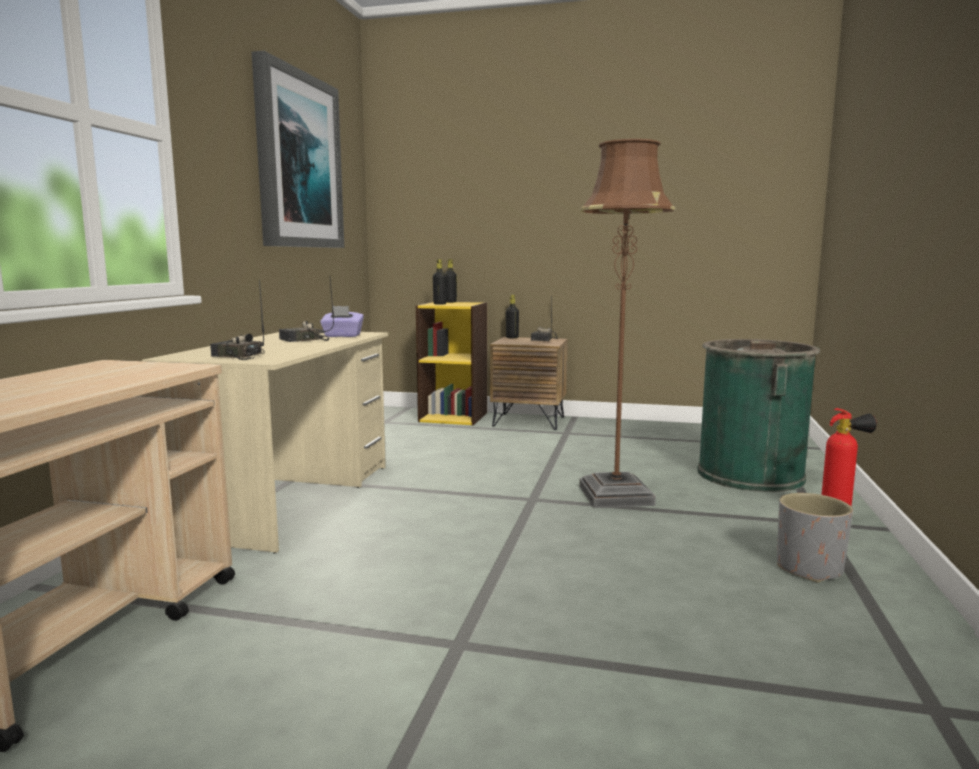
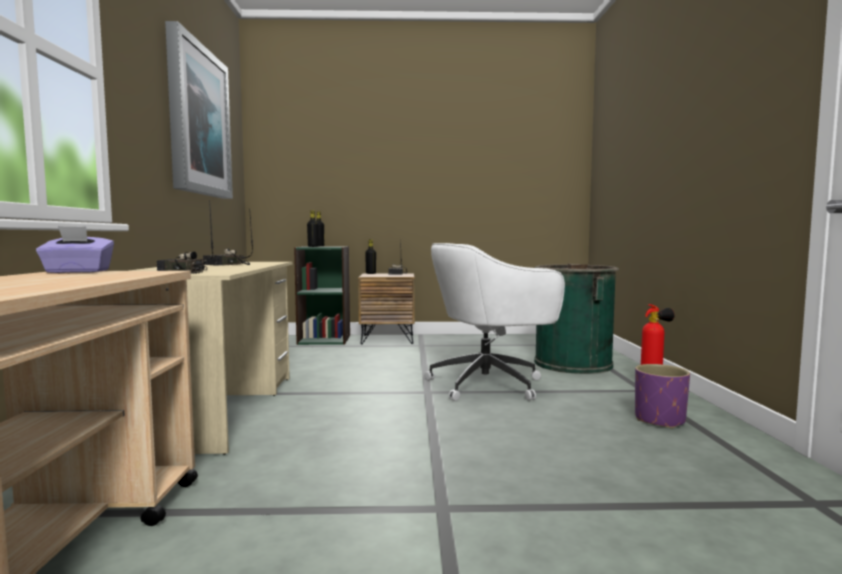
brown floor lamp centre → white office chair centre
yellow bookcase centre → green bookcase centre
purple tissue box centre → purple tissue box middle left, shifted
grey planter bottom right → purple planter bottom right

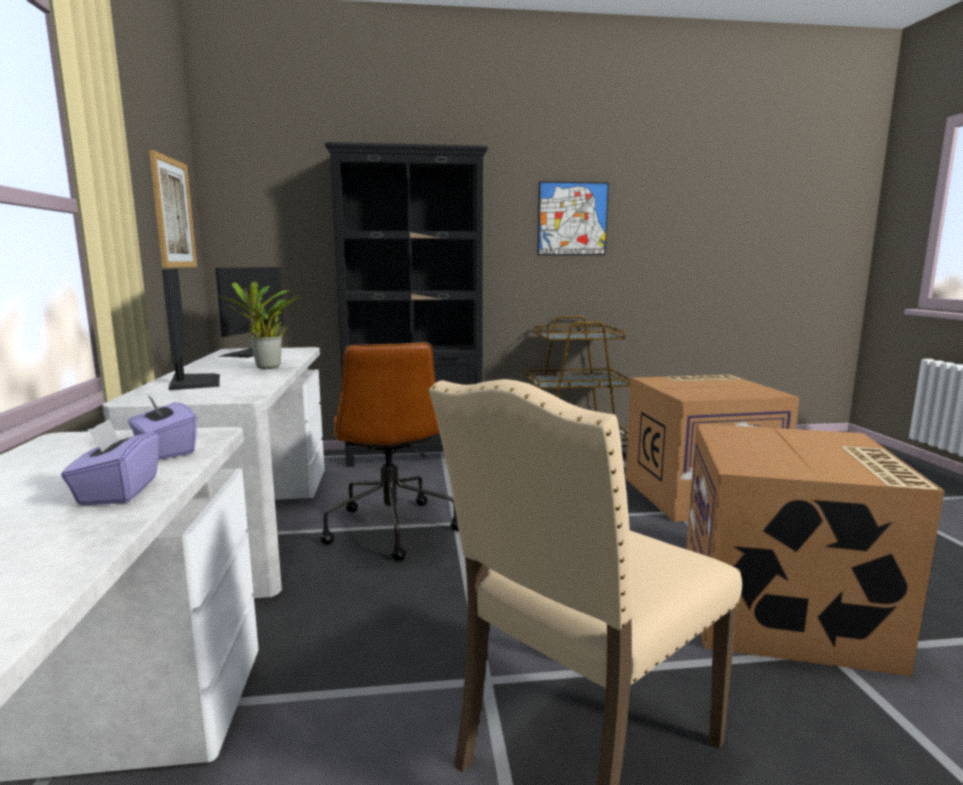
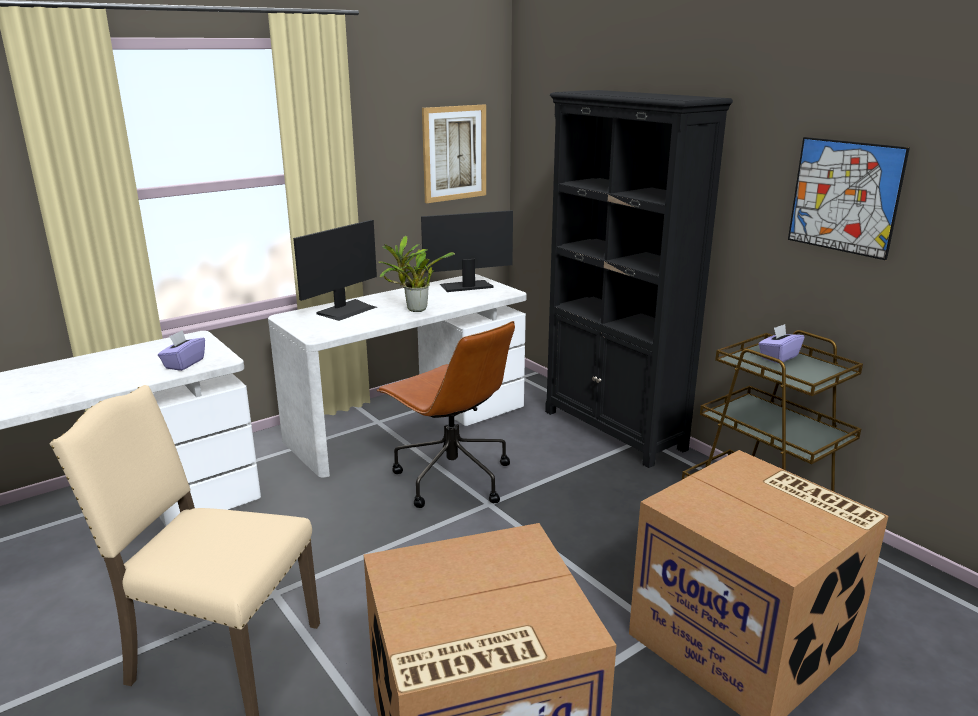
brown office chair centre, 90 degrees counterclockwise
purple tissue box (no. 1 from left in the first image) middle left → purple tissue box (no. 2 from left) middle right, shifted

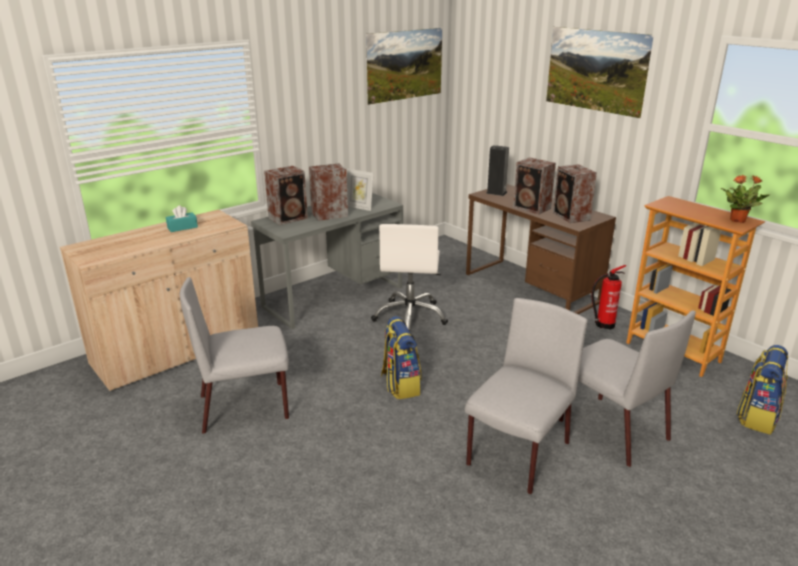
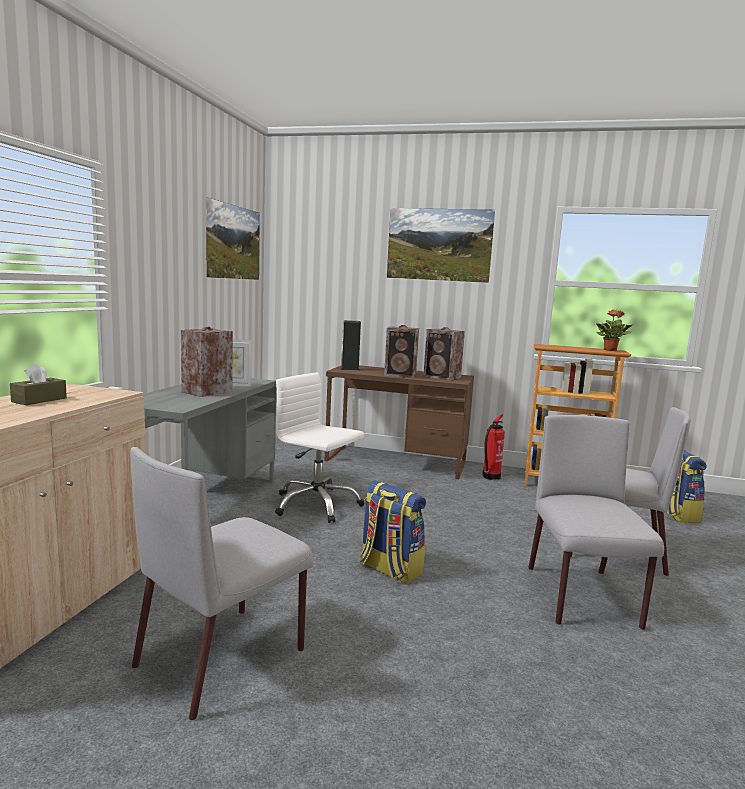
speaker (no. 1 from left) centre → -
turquoise tissue box middle left → brown tissue box middle left
white office chair centre, 150 degrees clockwise

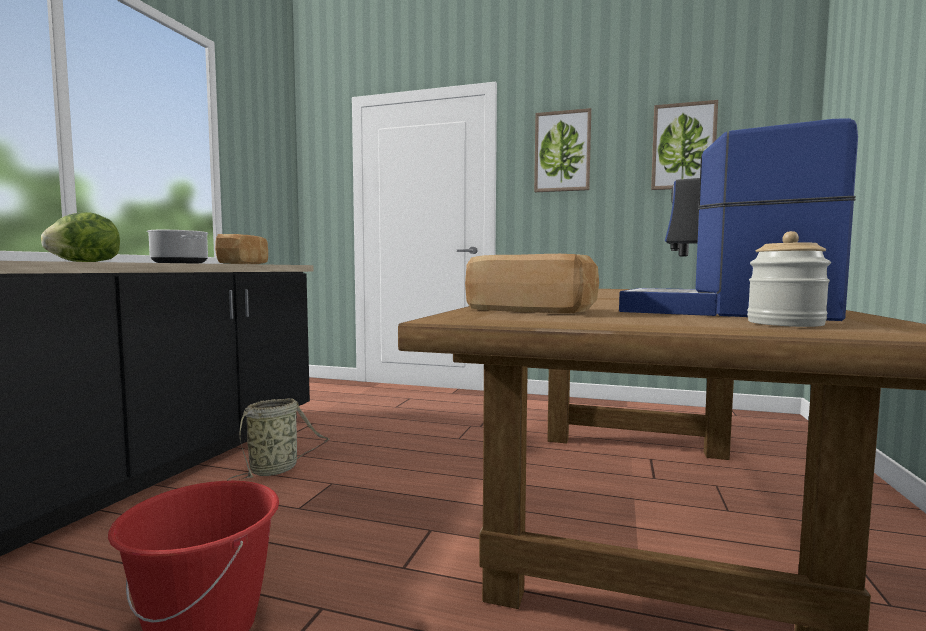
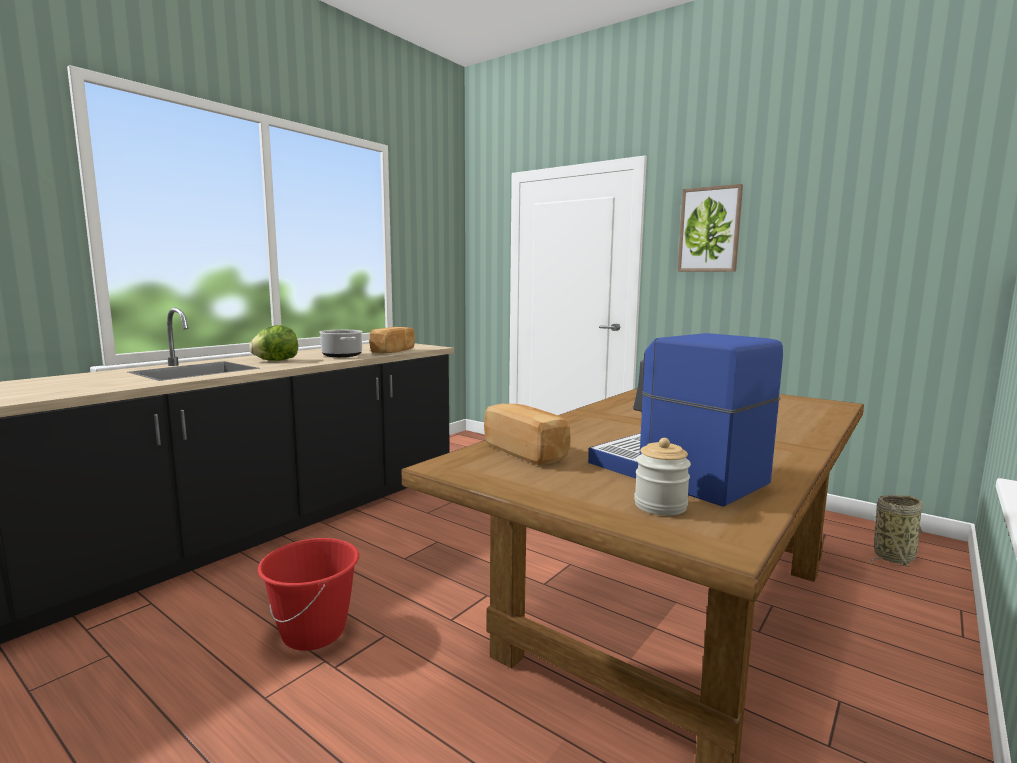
picture (no. 2 from left) top right → -
basket bottom left → basket bottom right, shifted

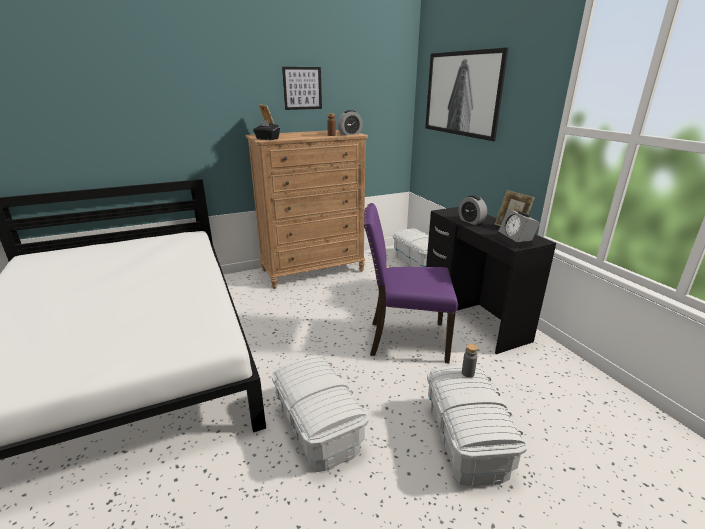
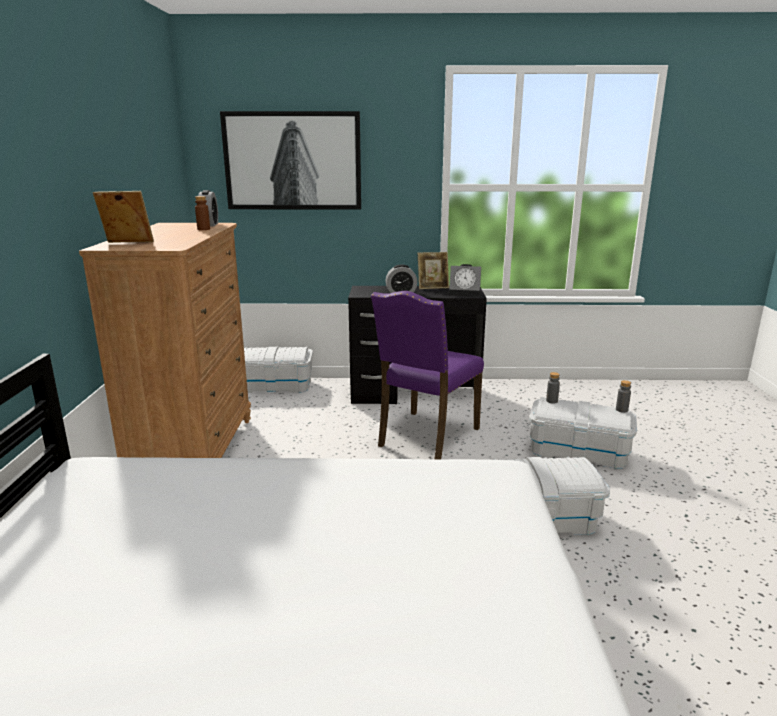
picture (no. 1 from left) top centre → -
black tissue box top centre → -
- → grey bottle (no. 2 from left) middle right

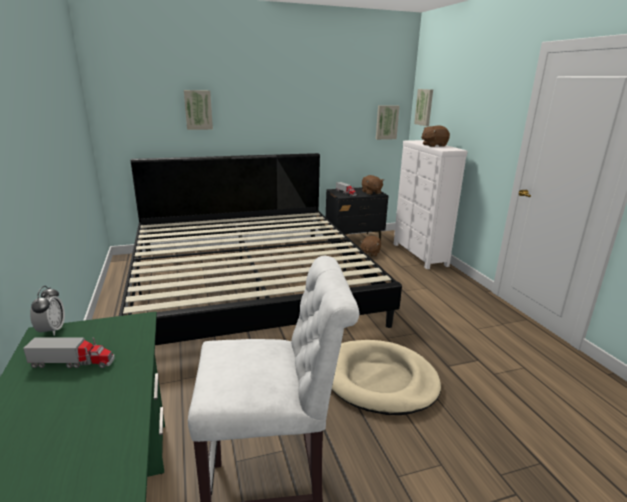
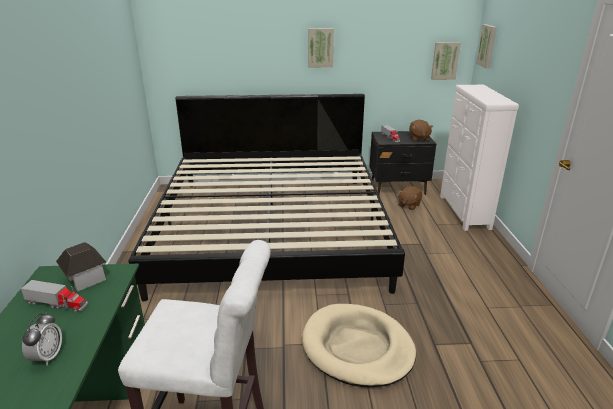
picture (no. 1 from left) top left → picture (no. 1 from left) top centre, shifted
brown plush toy (no. 3 from left) top right → -
alarm clock middle left → alarm clock bottom left, shifted
- → toy house middle left

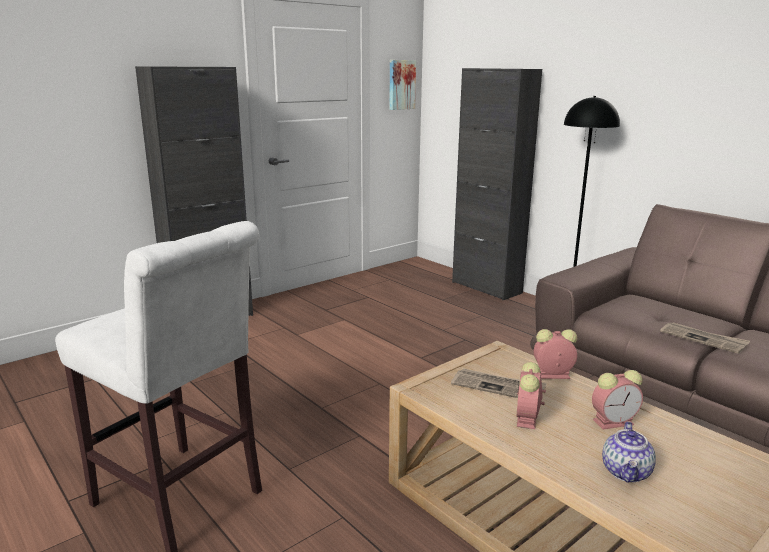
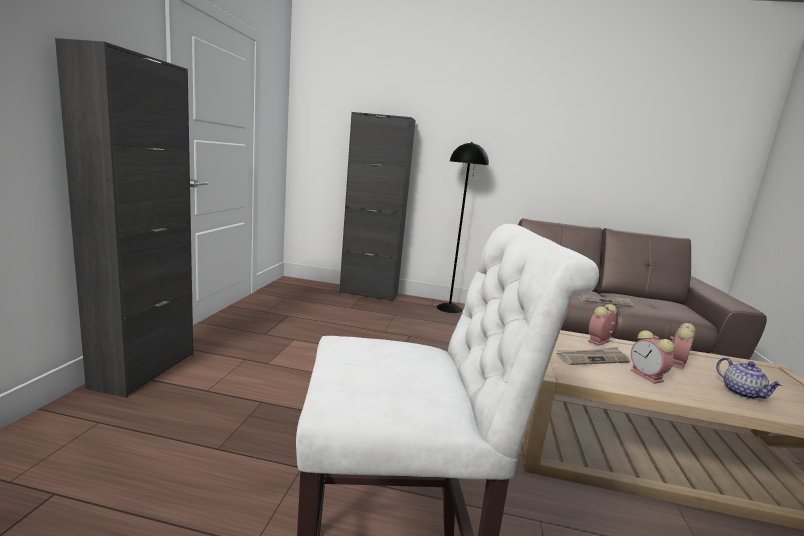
picture top centre → -

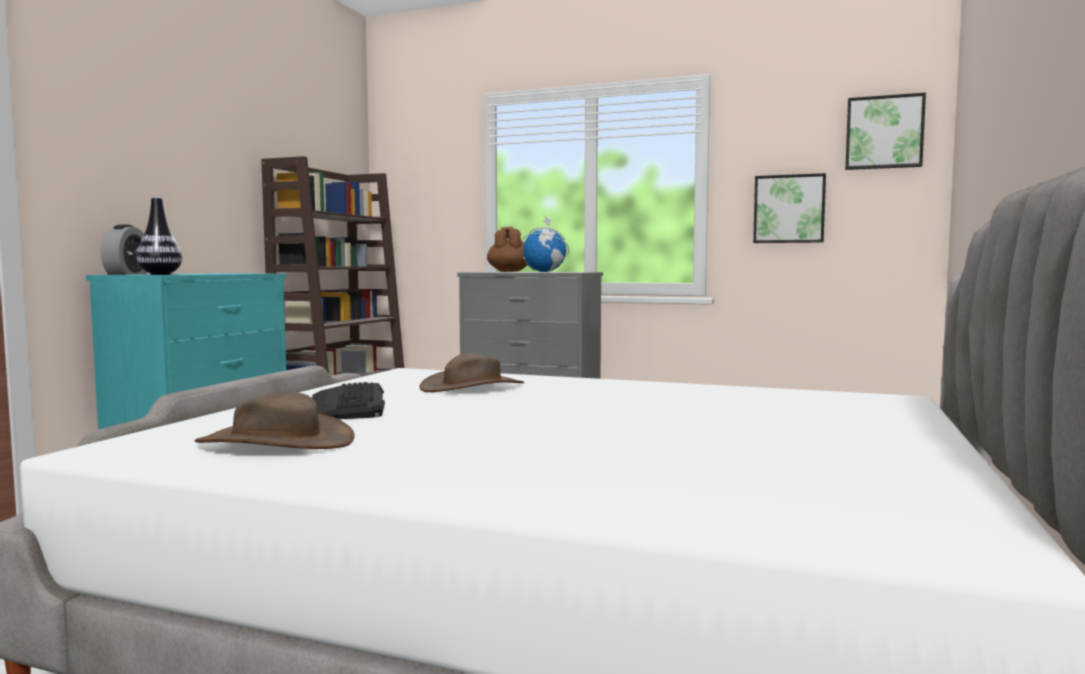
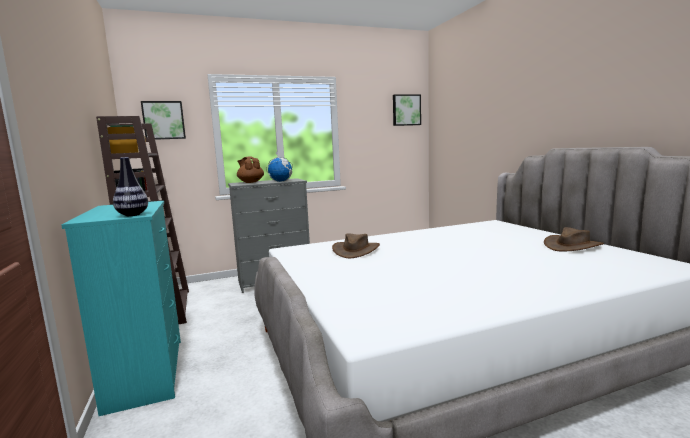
picture (no. 1 from left) top right → picture (no. 1 from left) top left, shifted
alarm clock middle left → -
keyboard middle left → -
brown hat (no. 1 from left in the first image) middle left → brown hat (no. 2 from left) middle right, shifted

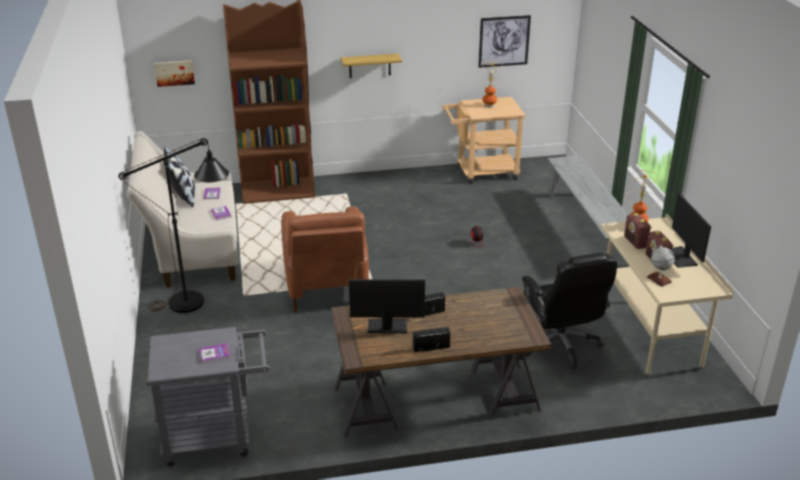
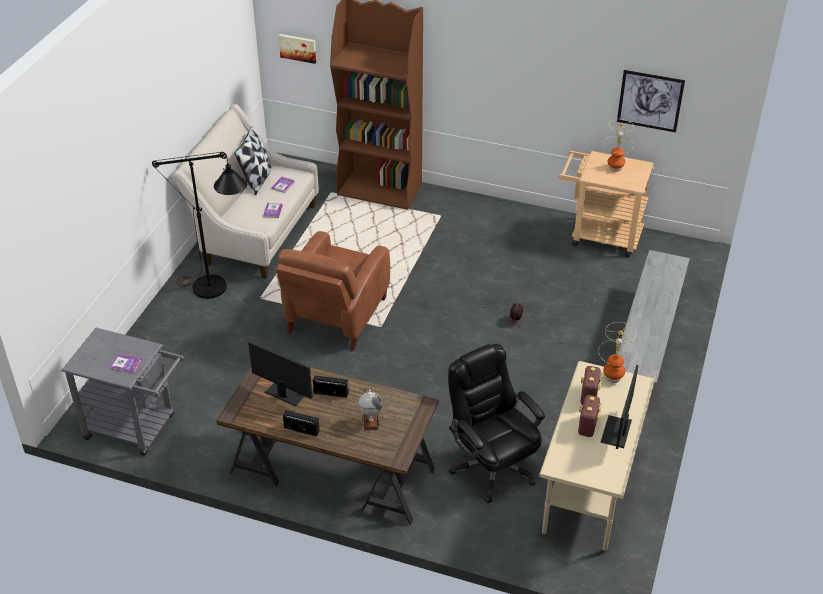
shelf top centre → -
globe middle right → globe bottom centre, shifted
black office chair middle right → black office chair bottom centre, 135 degrees clockwise

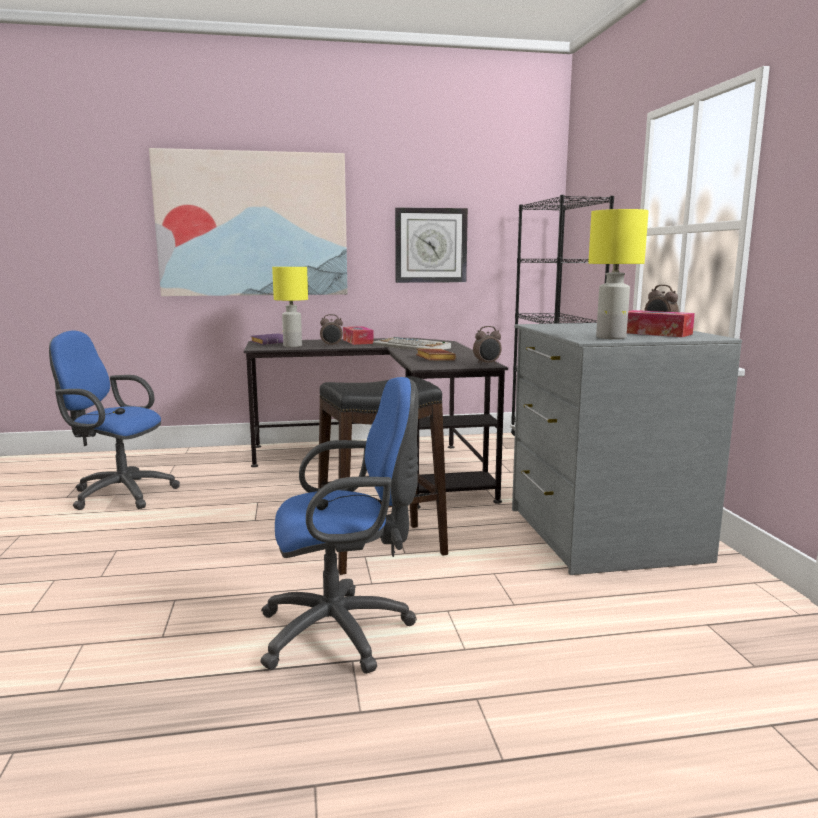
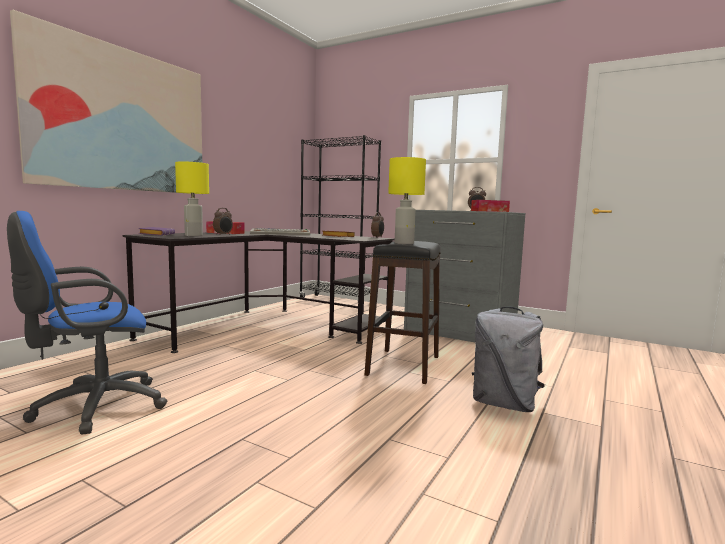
wall clock top centre → -
yellow table lamp (no. 2 from left) middle right → yellow table lamp (no. 2 from left) centre, shifted
blue office chair (no. 2 from left) centre → grey backpack middle right

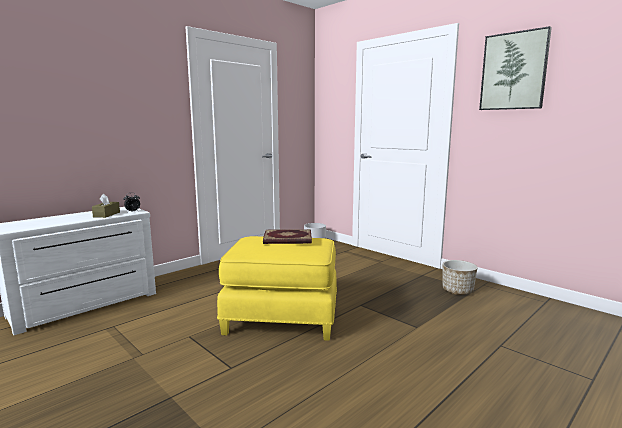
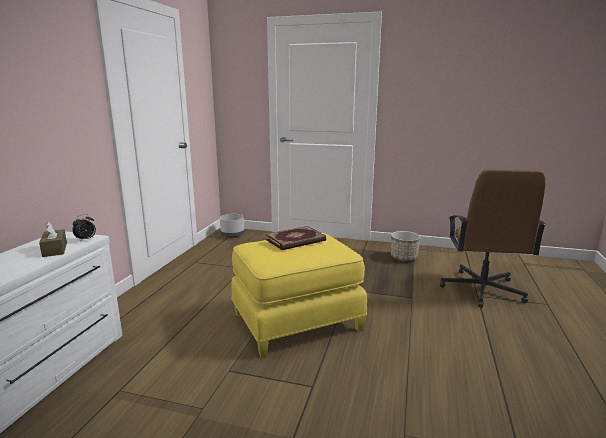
picture top right → -
- → brown office chair middle right

